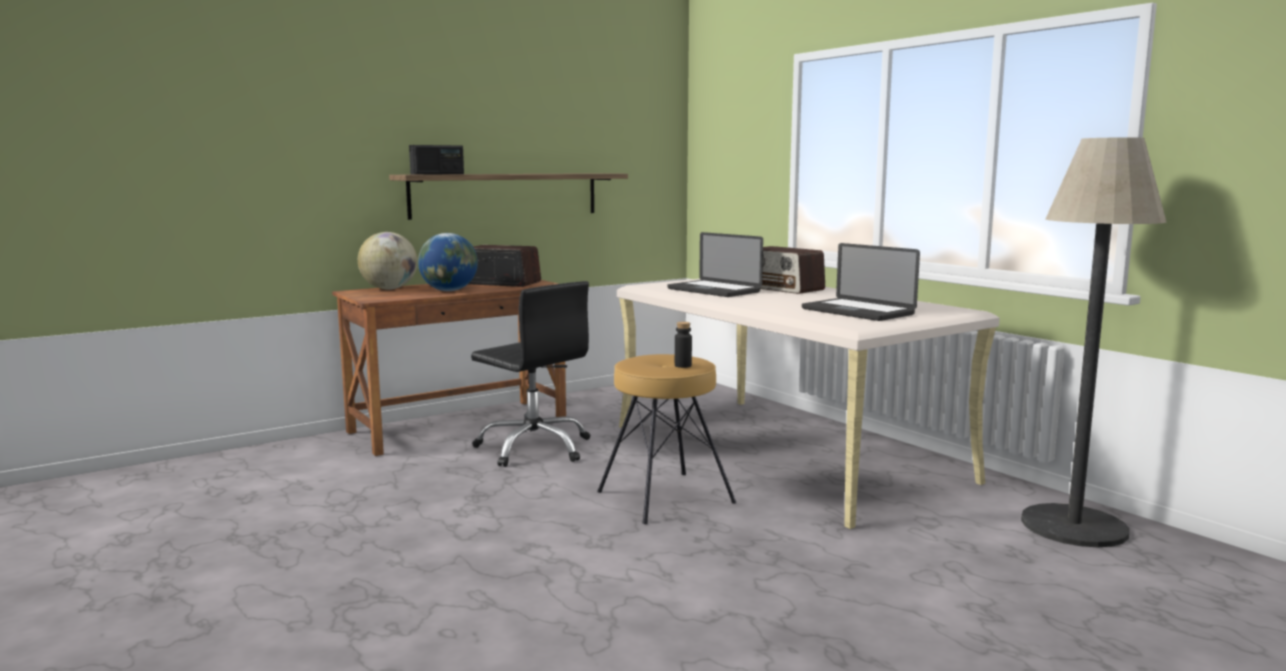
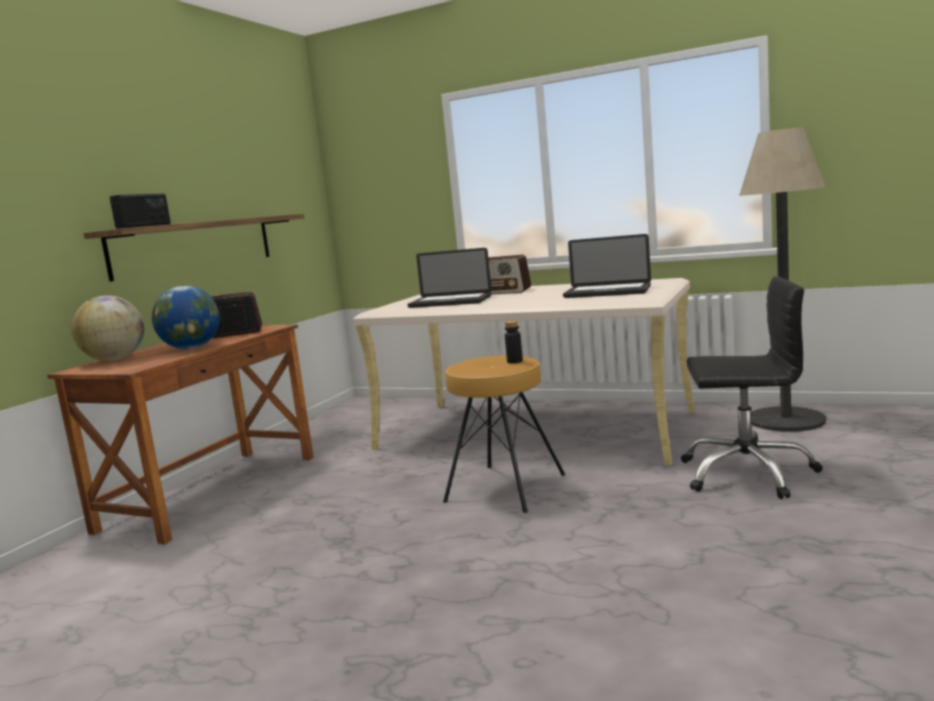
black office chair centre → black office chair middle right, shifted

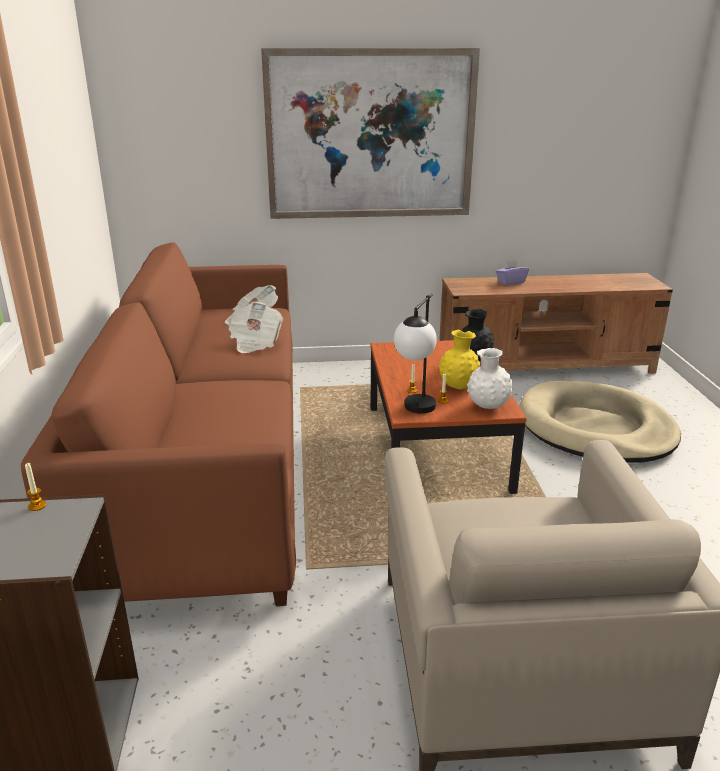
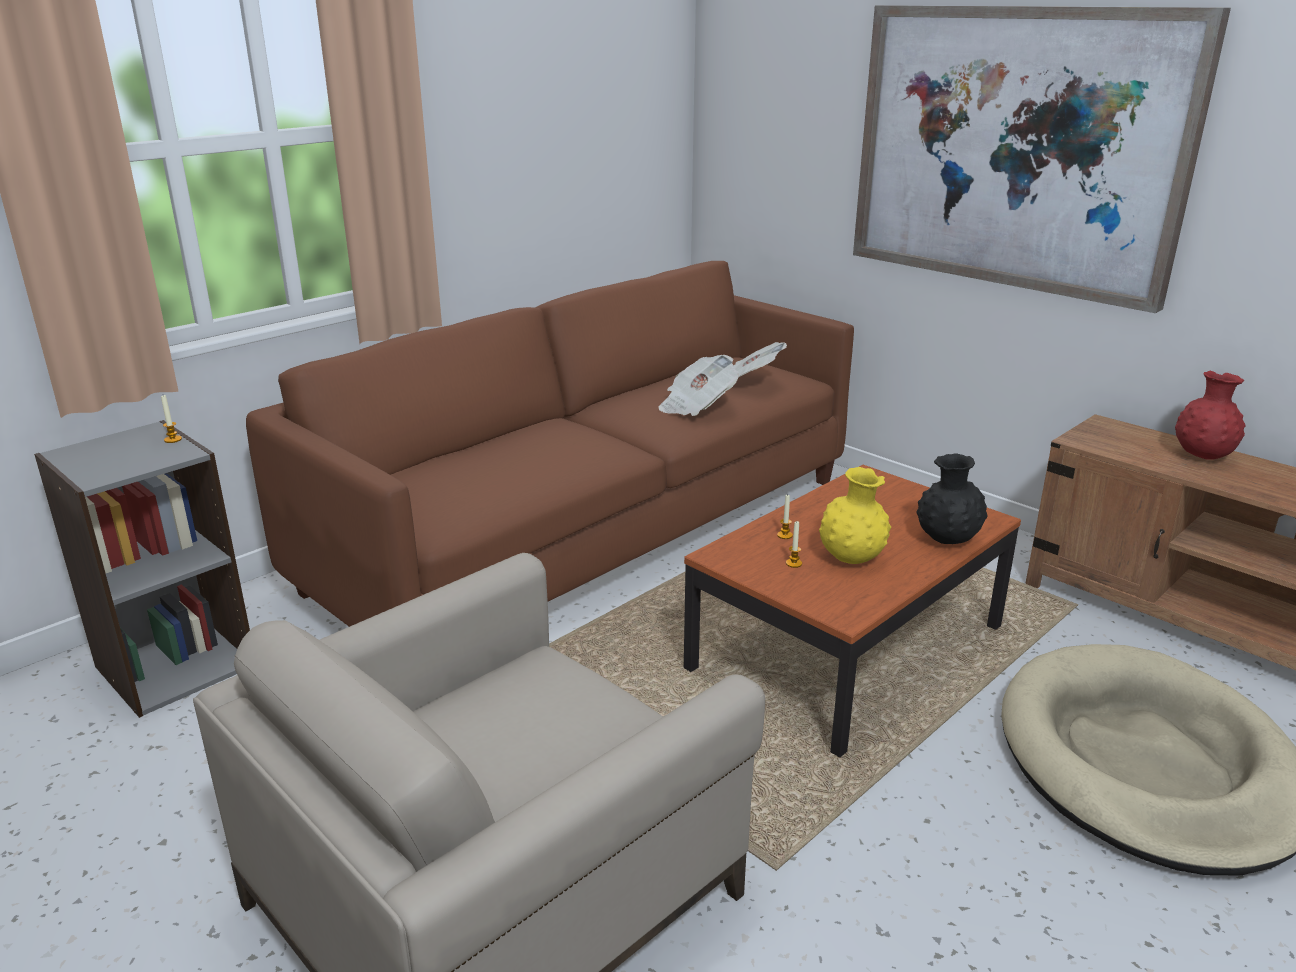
purple tissue box middle right → red vase middle right
table lamp centre → -
white vase middle right → -

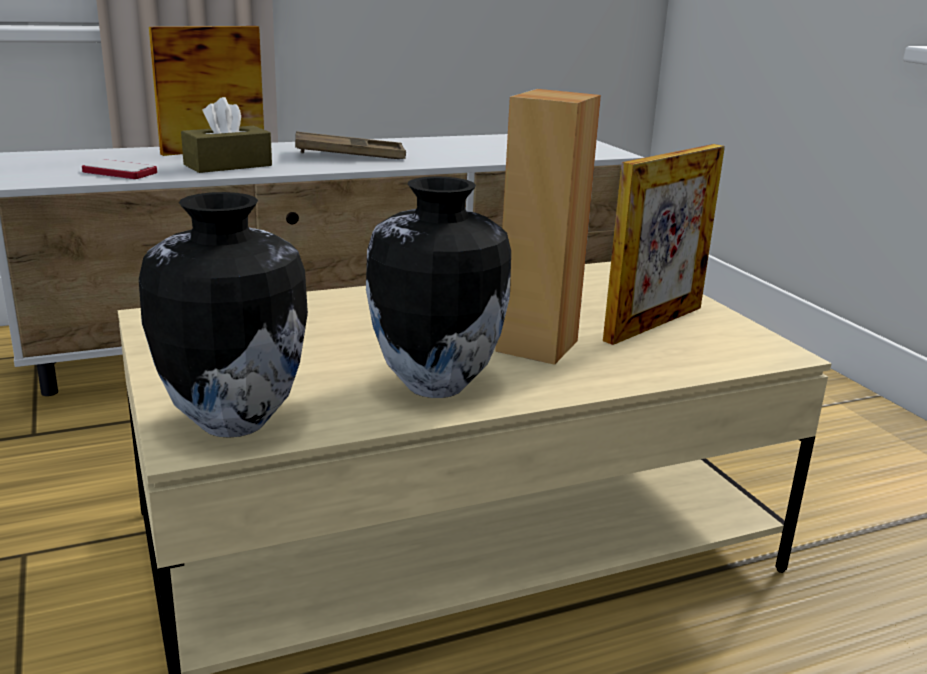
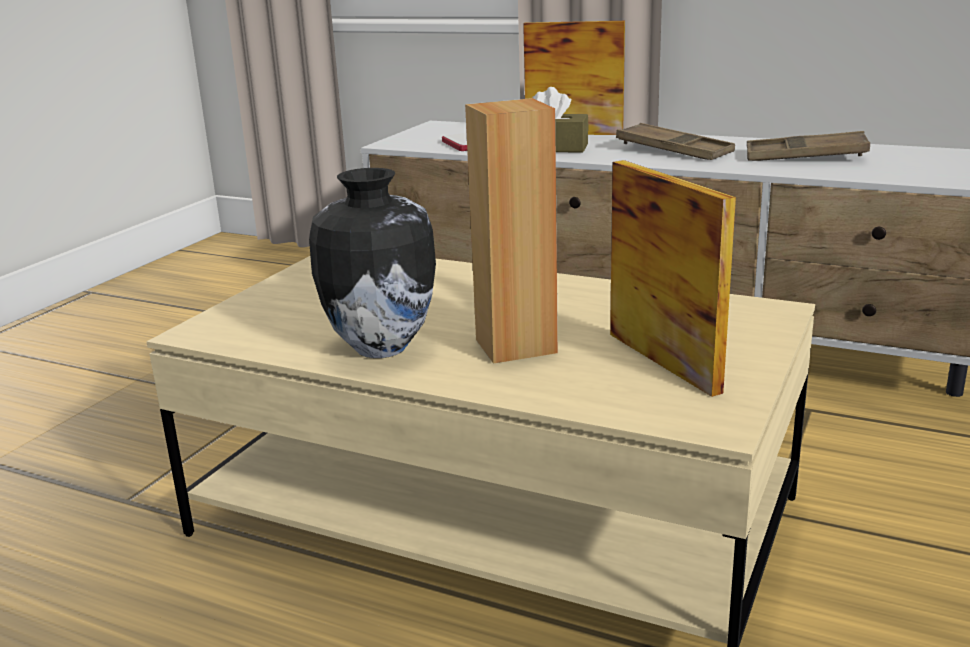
picture frame (no. 2 from left) middle right, 120 degrees counterclockwise
vase (no. 1 from left) middle left → -
- → brown tray (no. 2 from left) top right

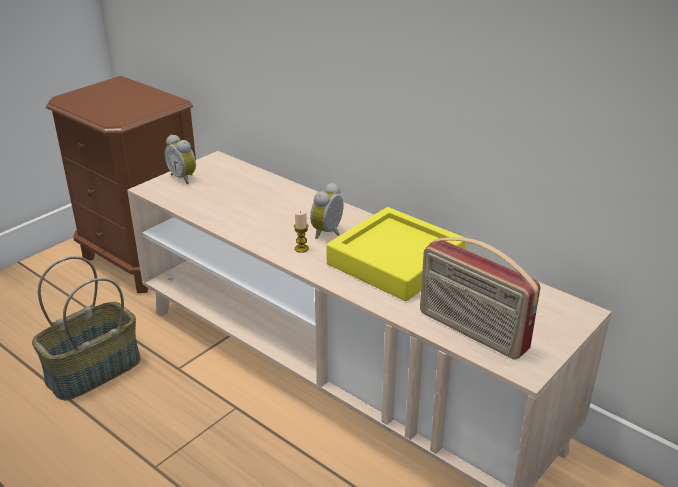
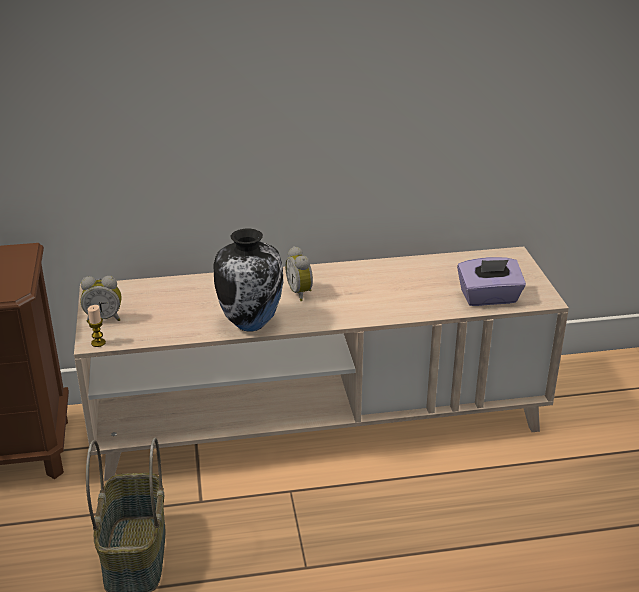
yellow tray centre → -
candle centre → candle middle left, shifted
radio middle right → purple tissue box middle right
- → vase centre

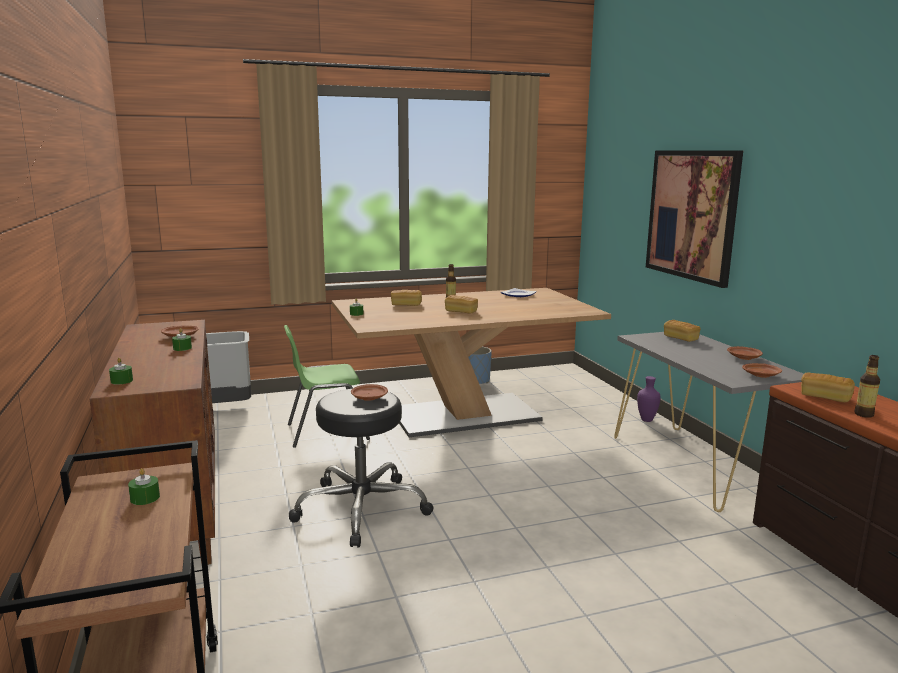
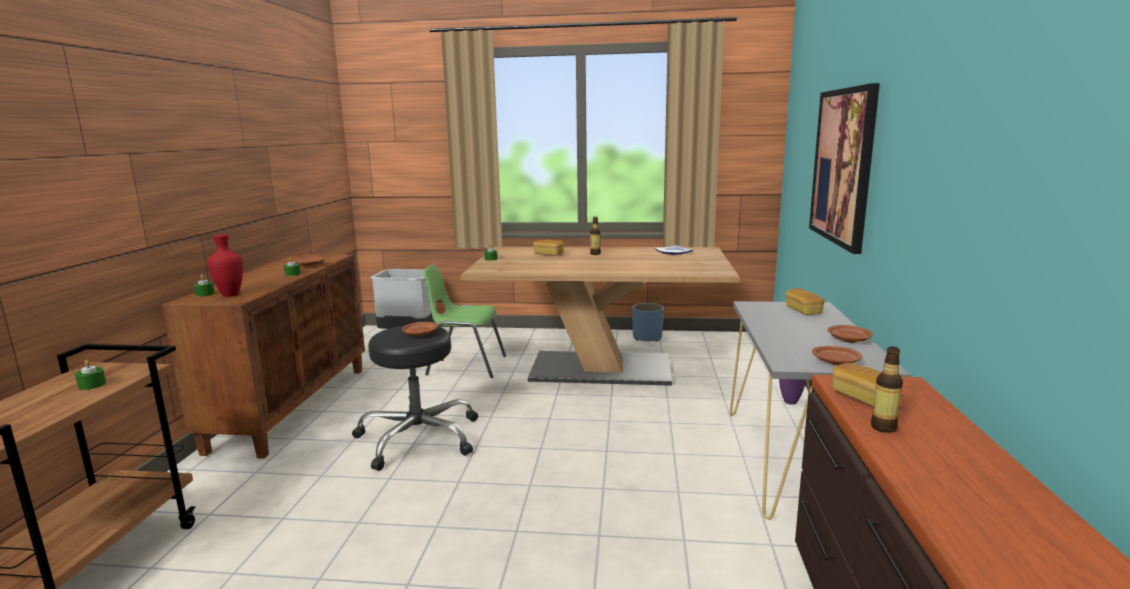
bread (no. 2 from left) centre → -
- → red vase middle left

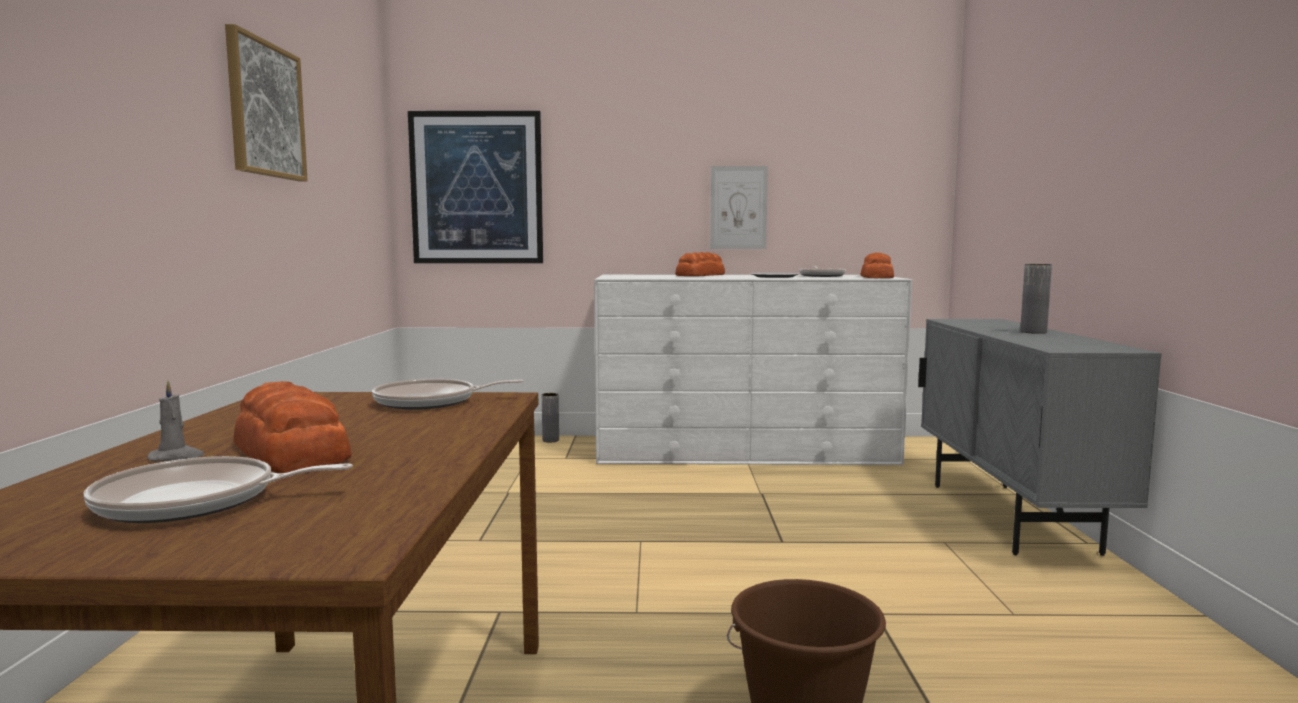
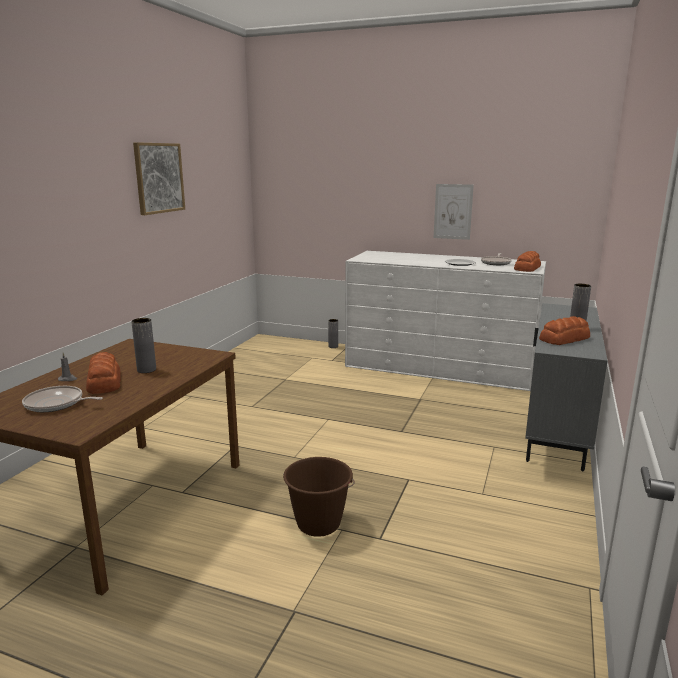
picture (no. 2 from left) top centre → -
bread (no. 2 from left in the first image) centre → bread (no. 3 from left) middle right, shifted
frying pan (no. 2 from left) centre → -
- → grey vase (no. 1 from left) middle left

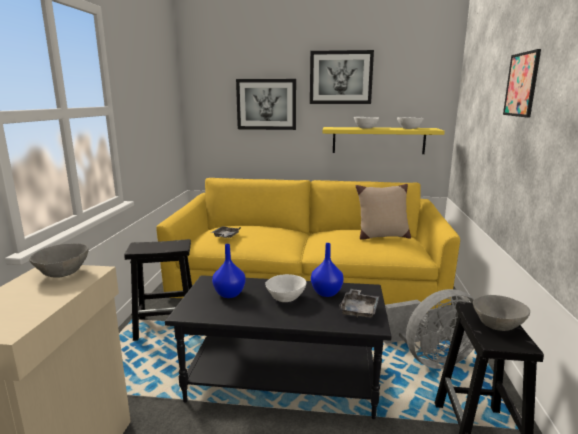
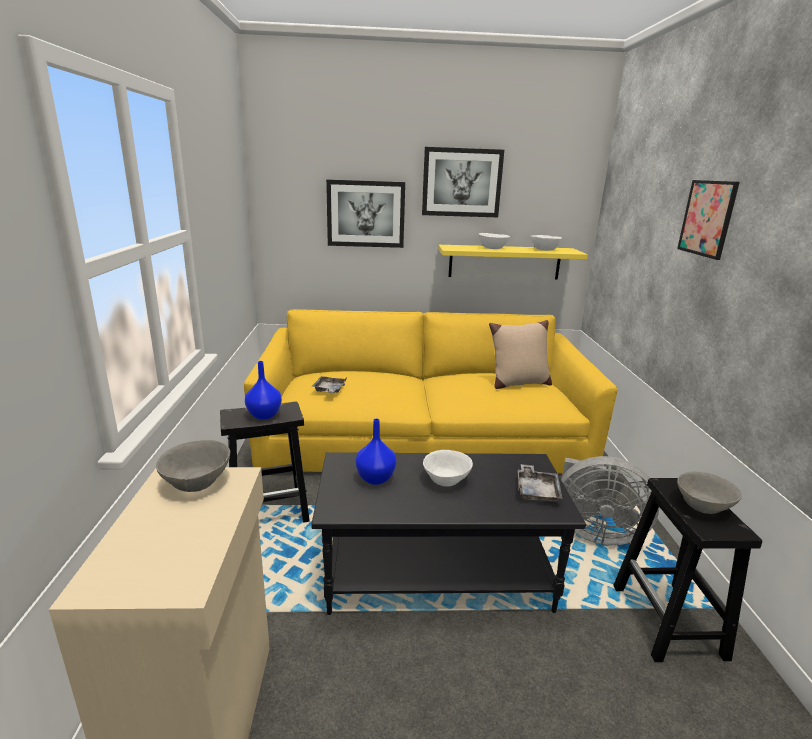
blue vase (no. 2 from left in the first image) centre → blue vase (no. 1 from left) middle left, shifted
grey fan bottom right, 45 degrees clockwise

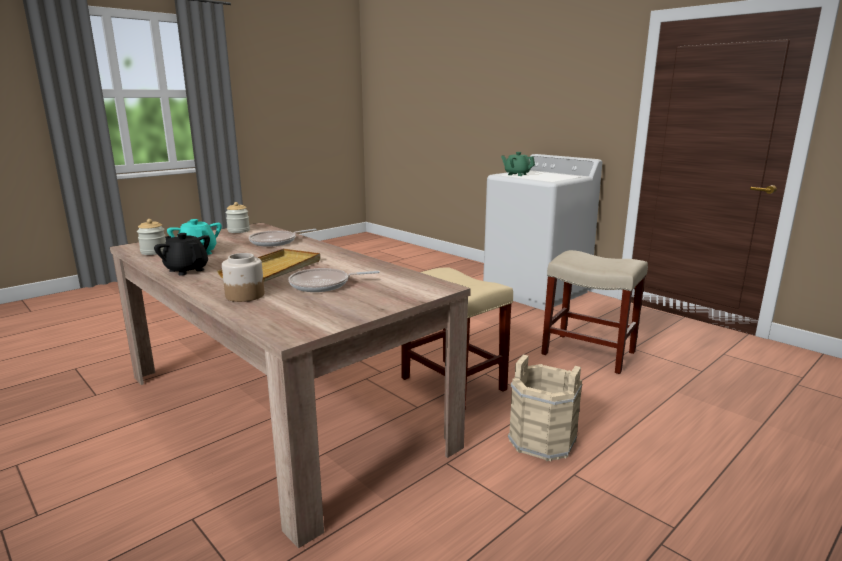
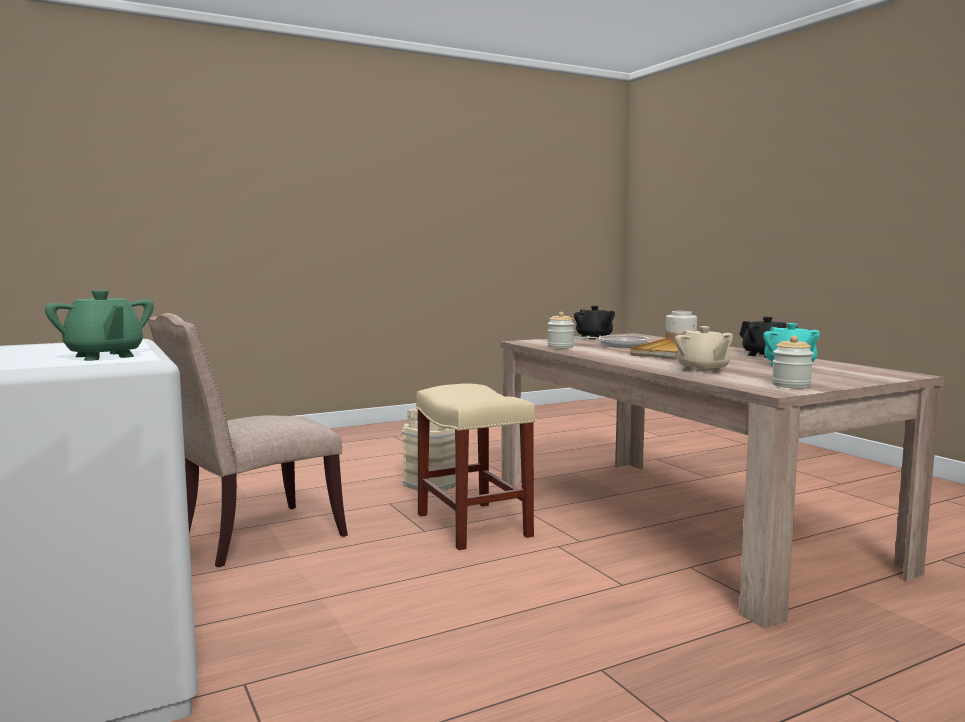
jar (no. 1 from left) middle left → jar (no. 1 from left) centre, shifted
frying pan (no. 1 from left) centre → beige teapot middle right
beige stool (no. 2 from left) middle right → beige chair middle left
- → black teapot (no. 1 from left) centre

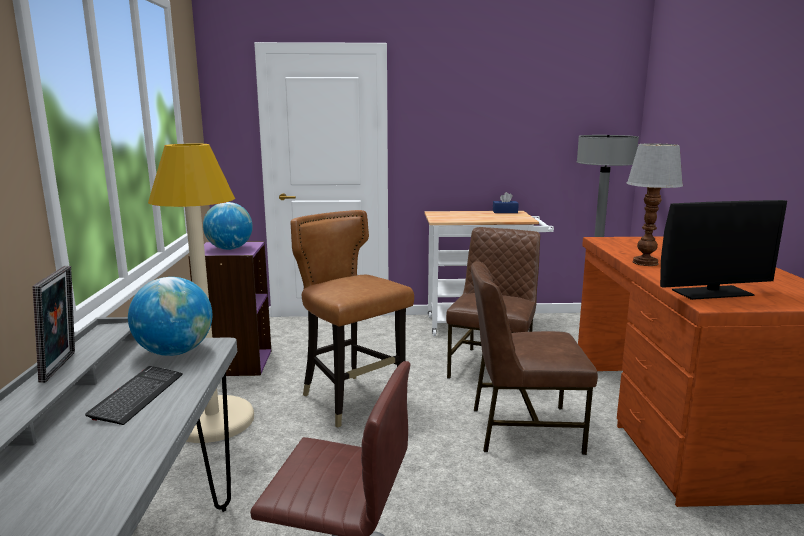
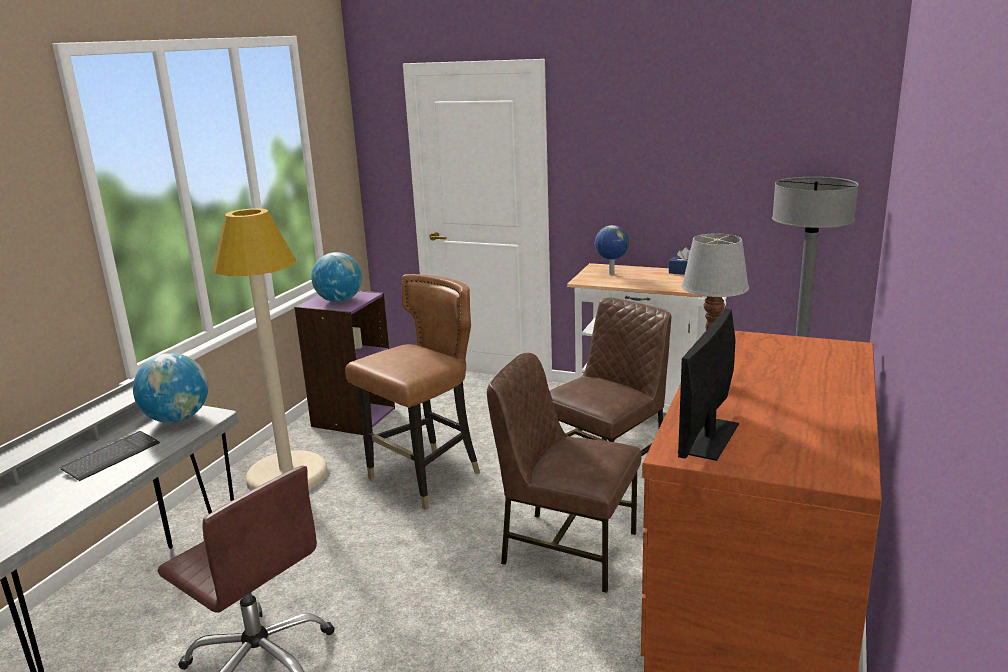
monitor middle right, 105 degrees clockwise
brown chair (no. 1 from left) centre, 60 degrees clockwise
picture frame middle left → -
- → globe (no. 3 from left) centre

